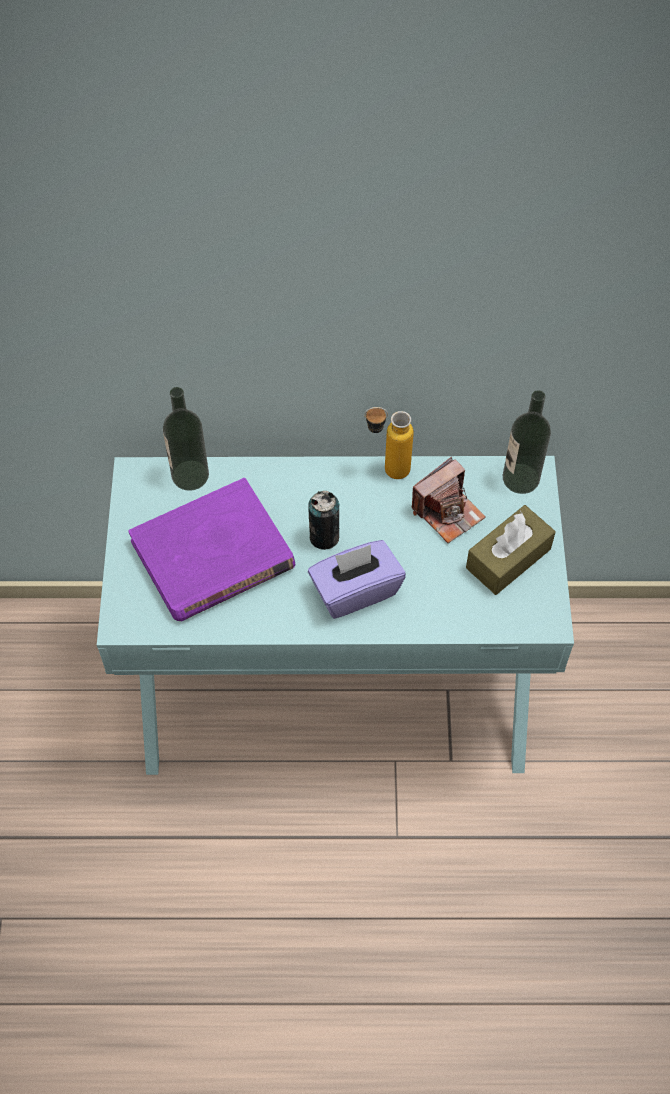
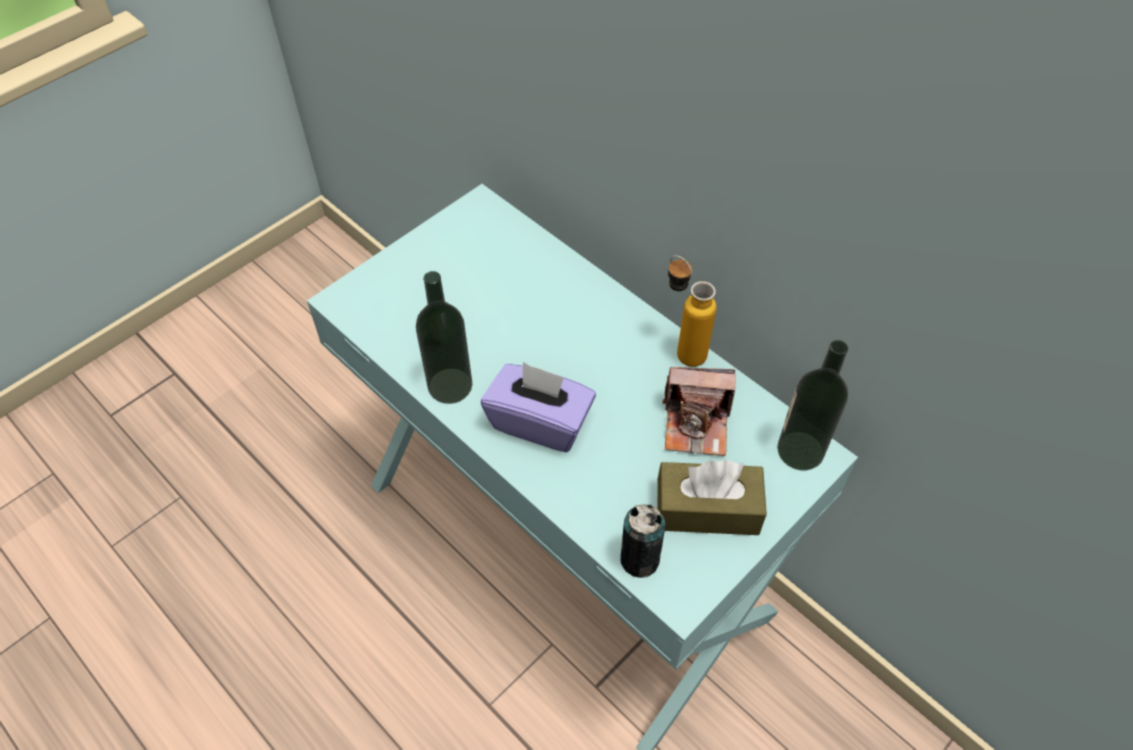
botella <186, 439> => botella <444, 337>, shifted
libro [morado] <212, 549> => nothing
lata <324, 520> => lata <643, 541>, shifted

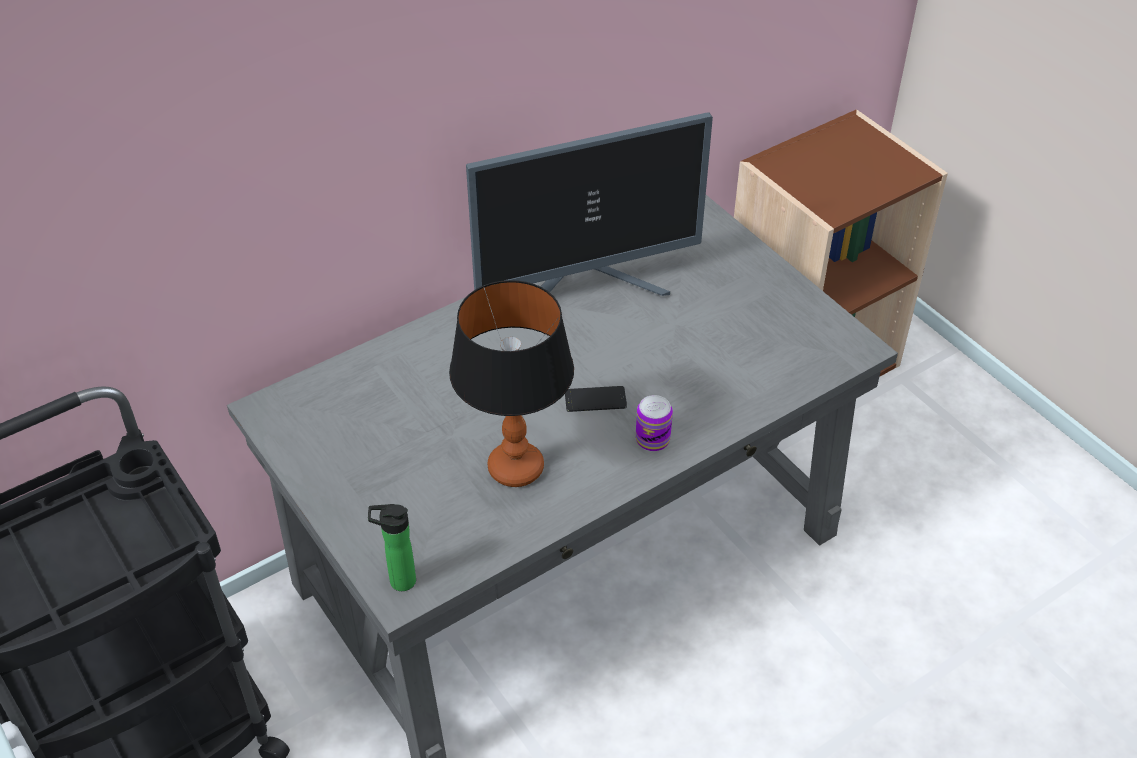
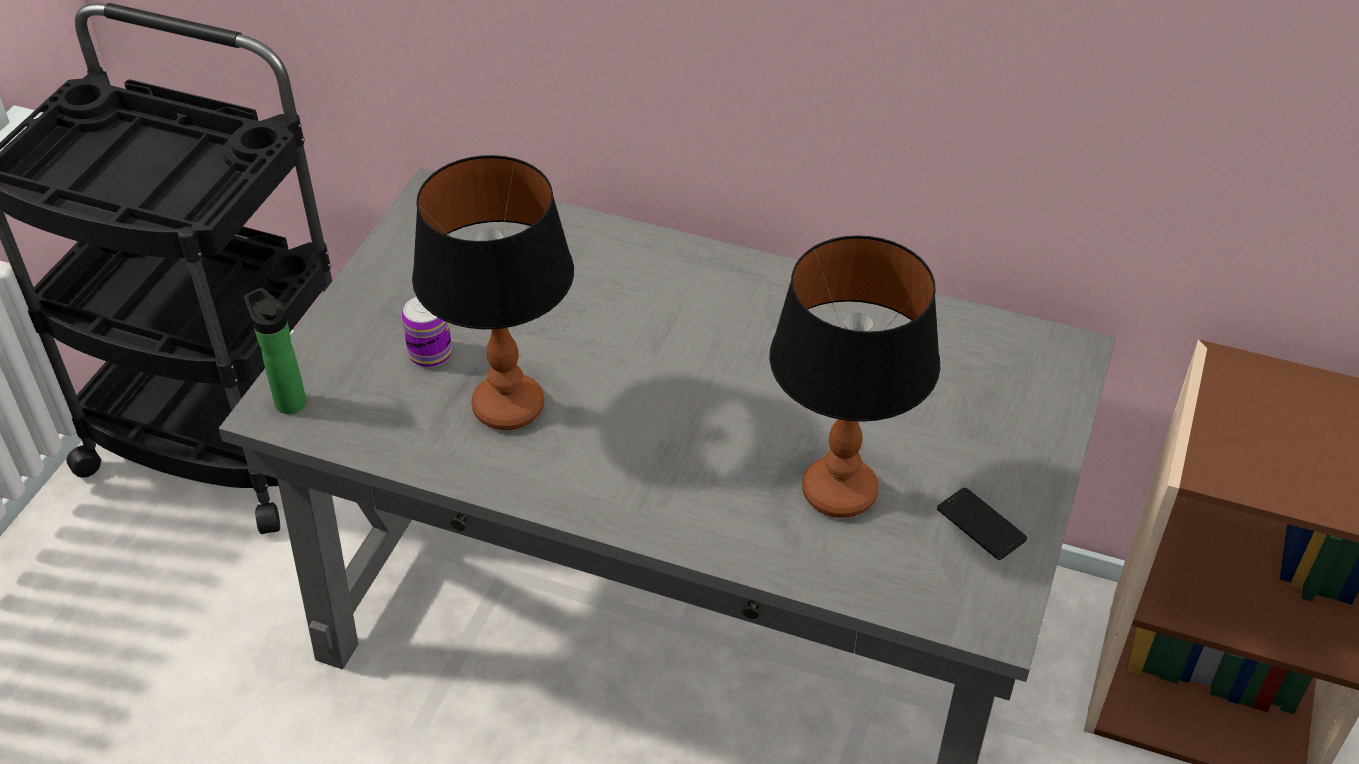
monitor <589, 204> => nothing
móvil <596, 399> => móvil <982, 524>, shifted
lata <654, 423> => lata <426, 331>, shifted
nothing => lámpara de mesa <854, 376>

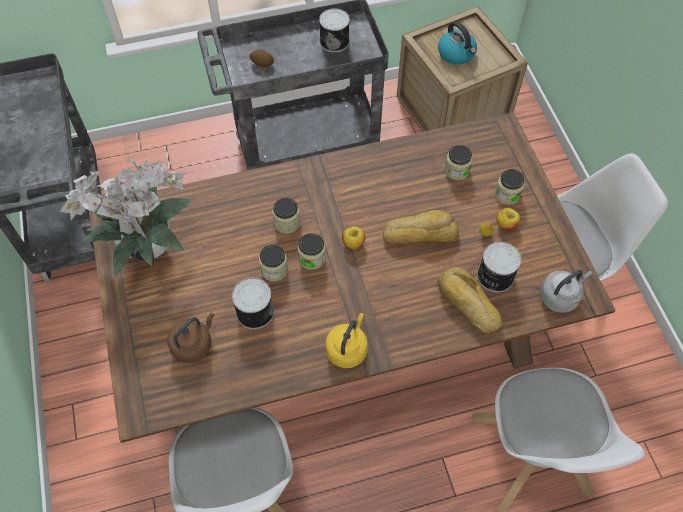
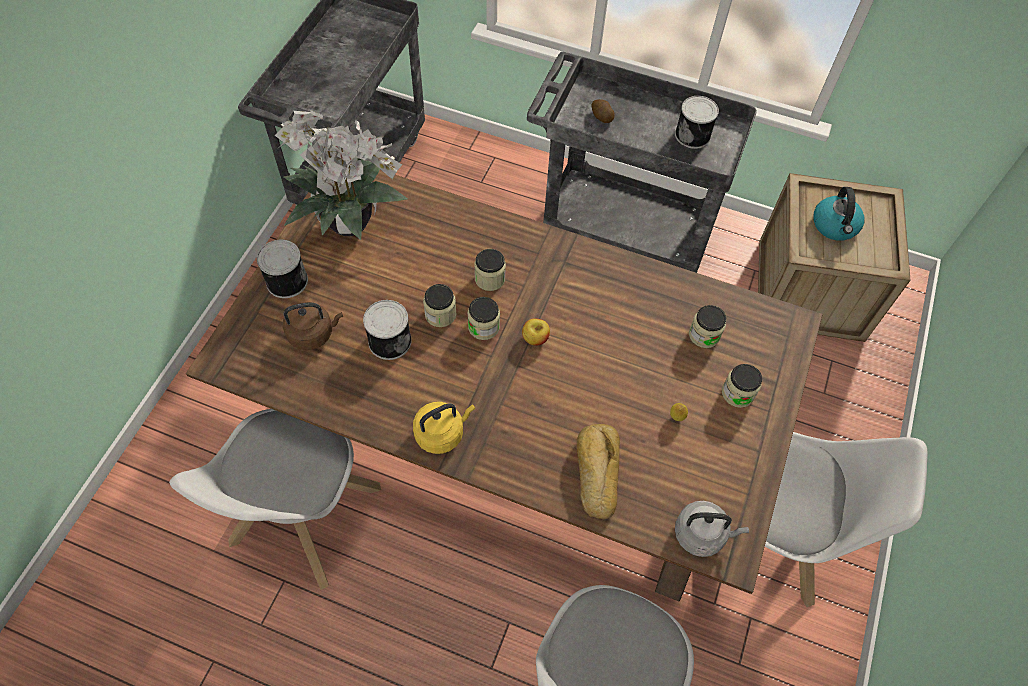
manzana <508, 219> => nothing
pan <421, 227> => nothing
lata <499, 267> => lata <282, 269>, shifted

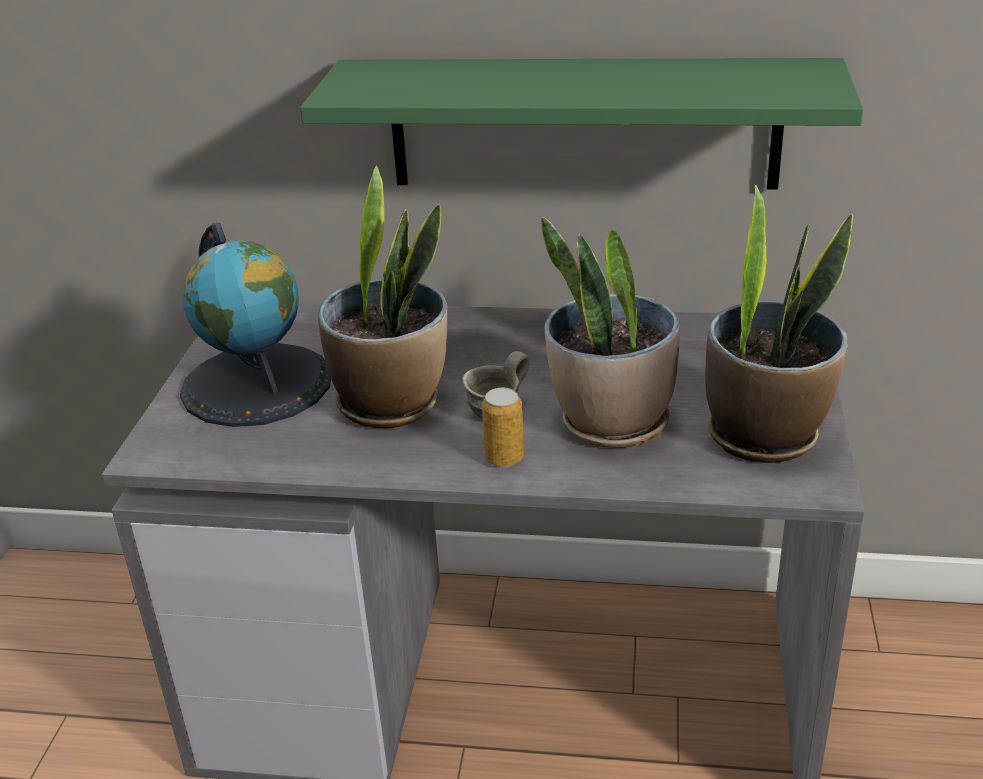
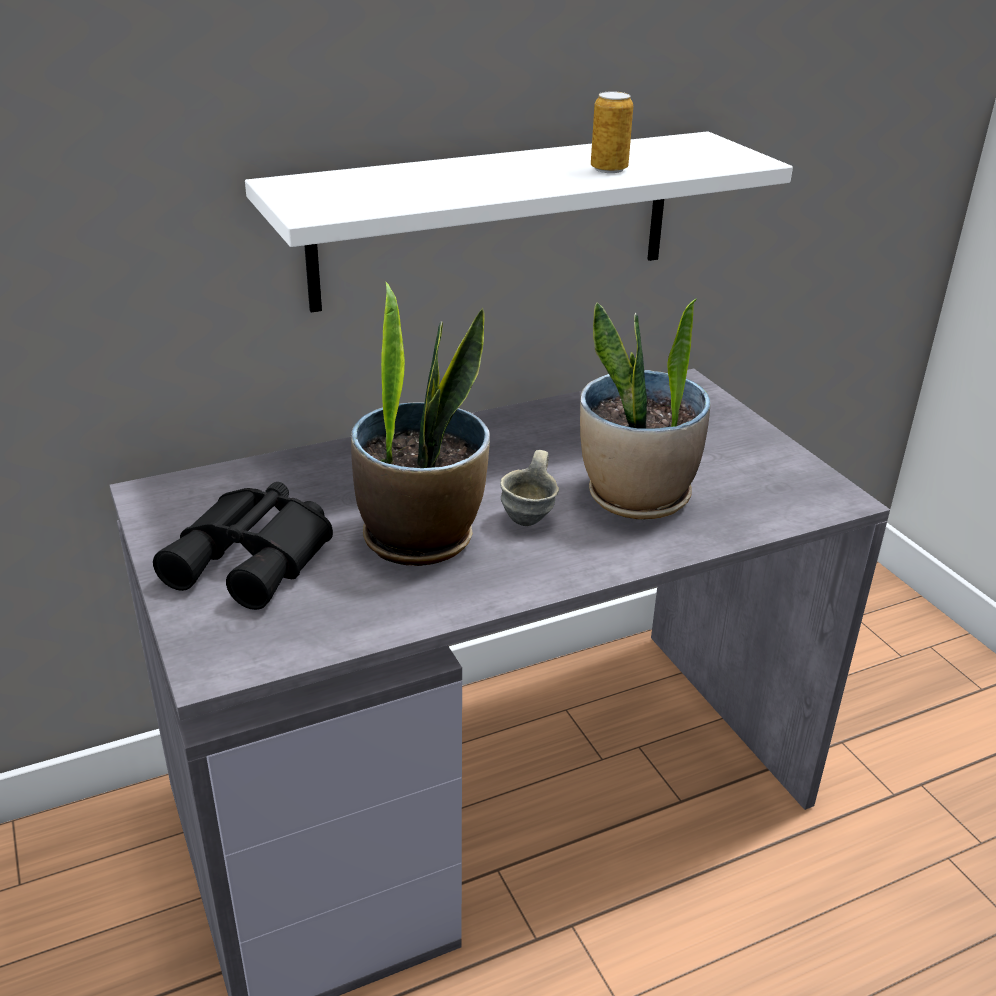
estante [verde] <581, 124> => estante [blanco] <519, 222>
planta en maceta <779, 323> => nothing
globo terráqueo <255, 325> => prismáticos [negro] <243, 546>
lata <503, 427> => lata <612, 132>, shifted

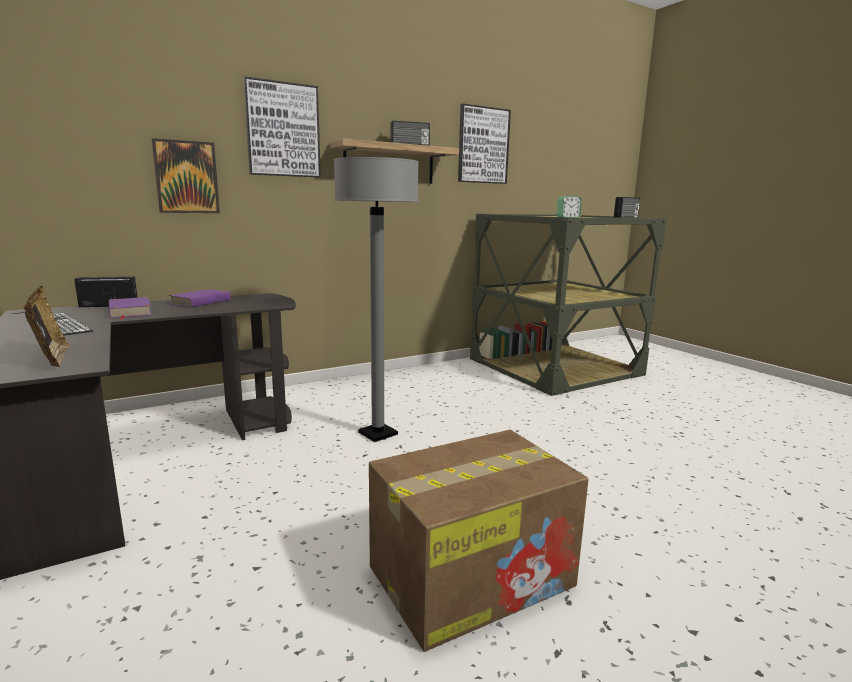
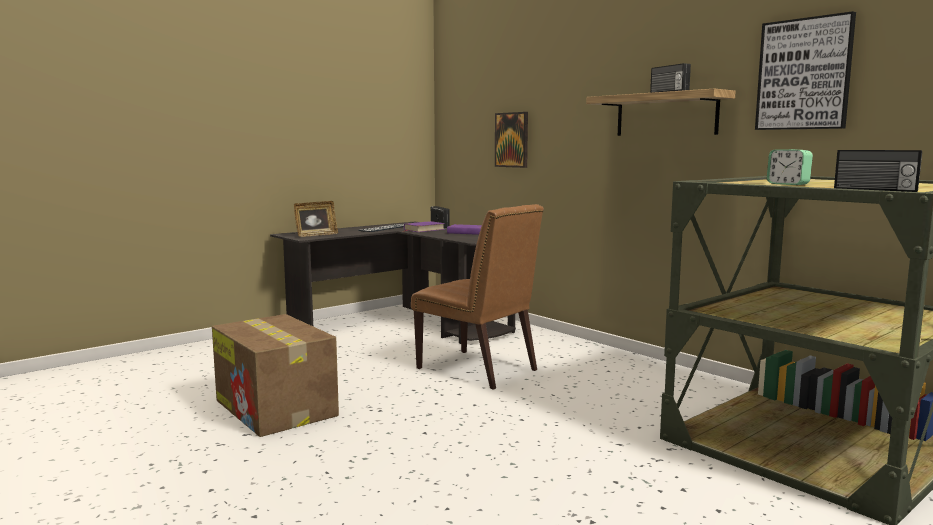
cuadro <282, 127> => nothing
lámpara de pie [gris] <376, 299> => silla [marrón] <477, 297>

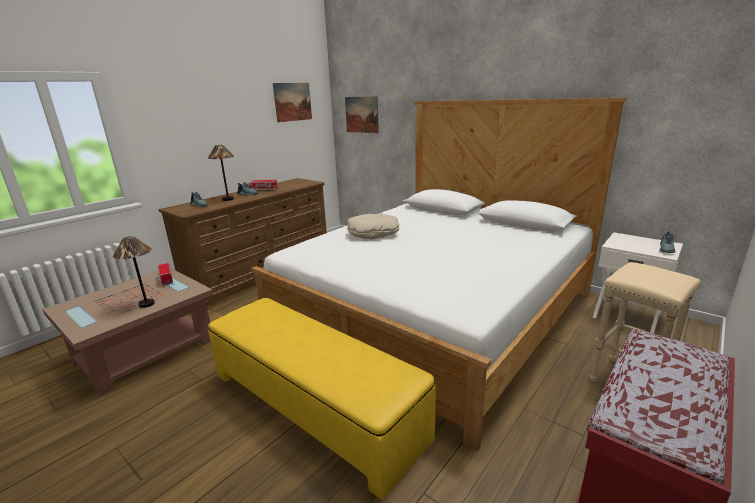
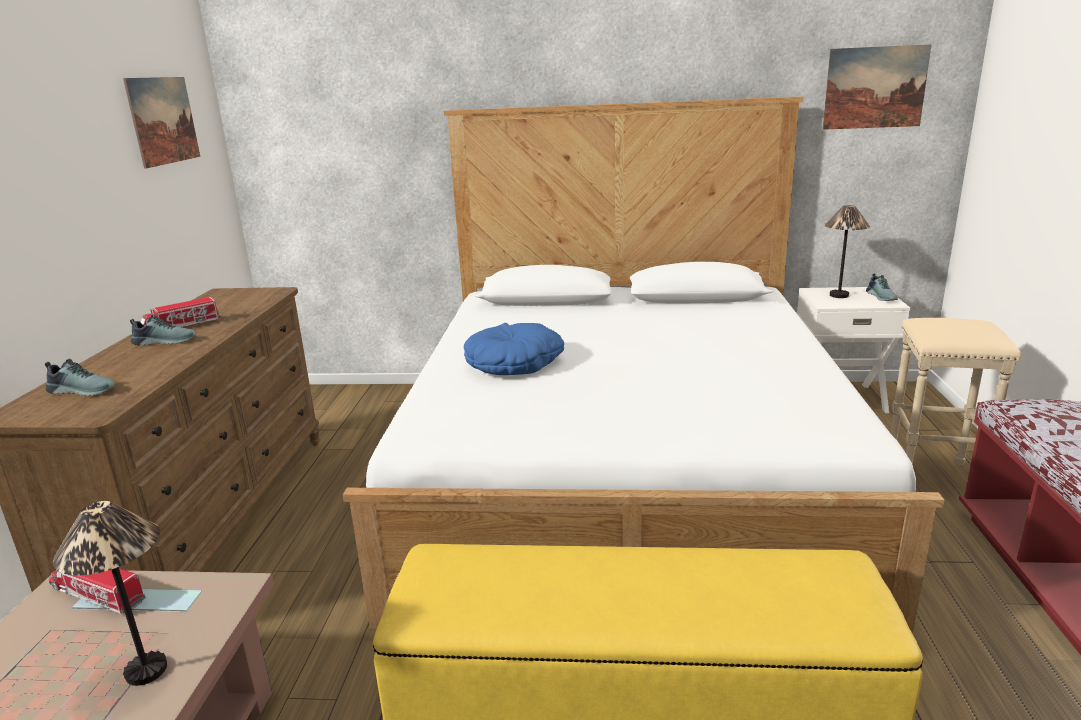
cuadro <362, 114> => cuadro <877, 87>, shifted
lámpara de mesa <221, 173> => lámpara de mesa <847, 251>, shifted
cojín [beis] <373, 226> => cojín [azul] <514, 349>

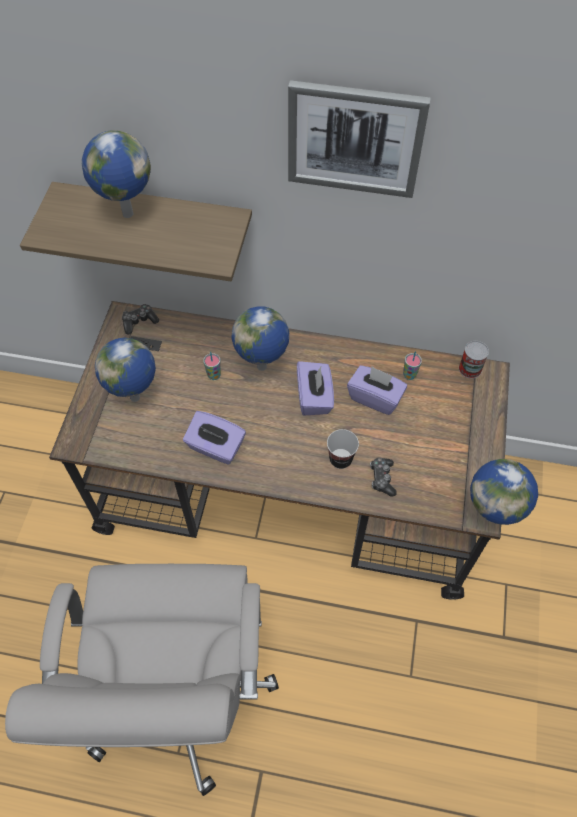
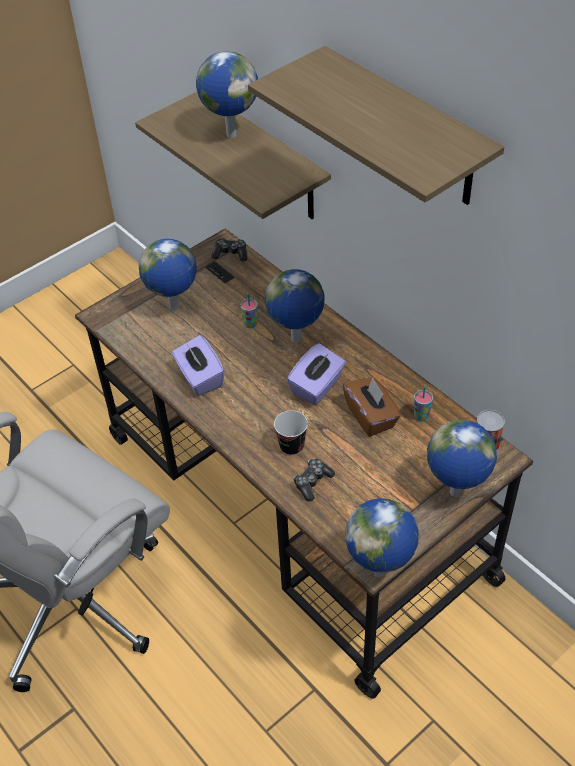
cuadro <359, 139> => estante <376, 125>
caja de pañuelos [morado] <377, 390> => caja de pañuelos [marrón] <372, 407>
nothing => globo terráqueo <462, 458>

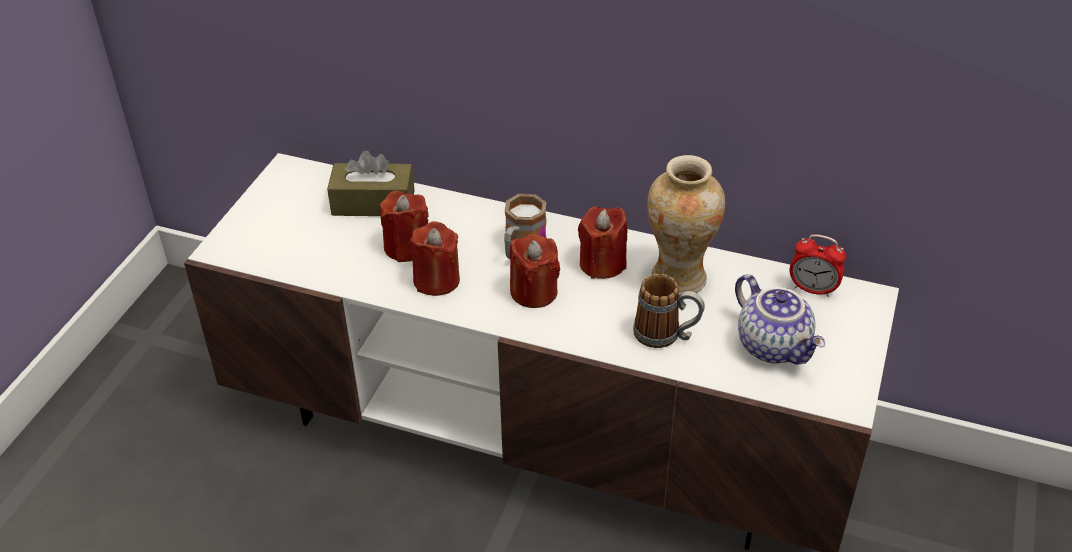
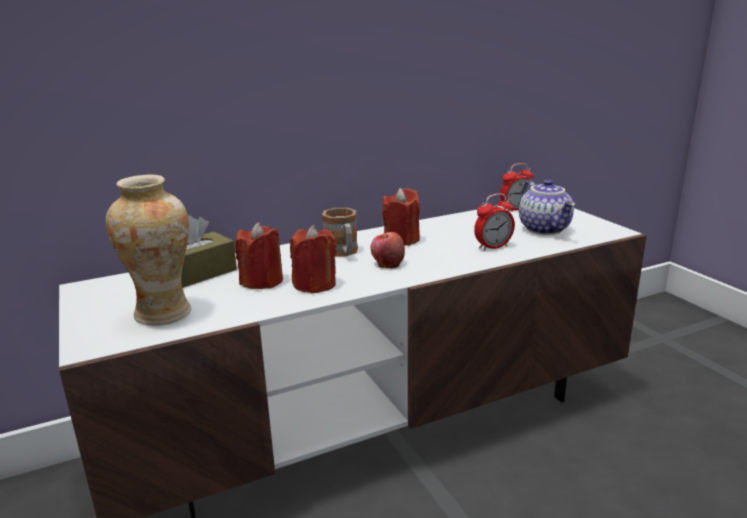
florero <686, 225> => florero <148, 250>, shifted
vela [rojo] <535, 270> => manzana <387, 250>
taza grande <669, 311> => despertador <494, 222>
tetera <780, 319> => tetera <547, 207>, 60 degrees clockwise

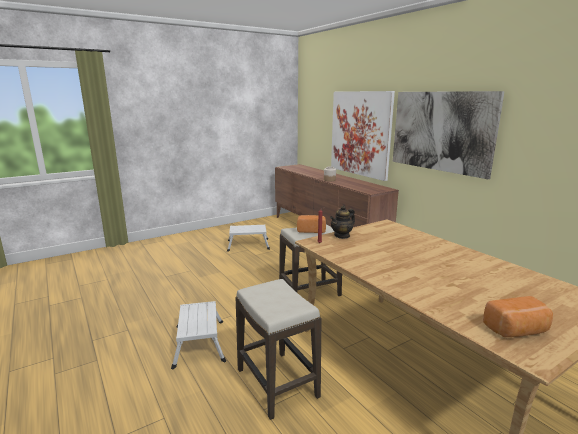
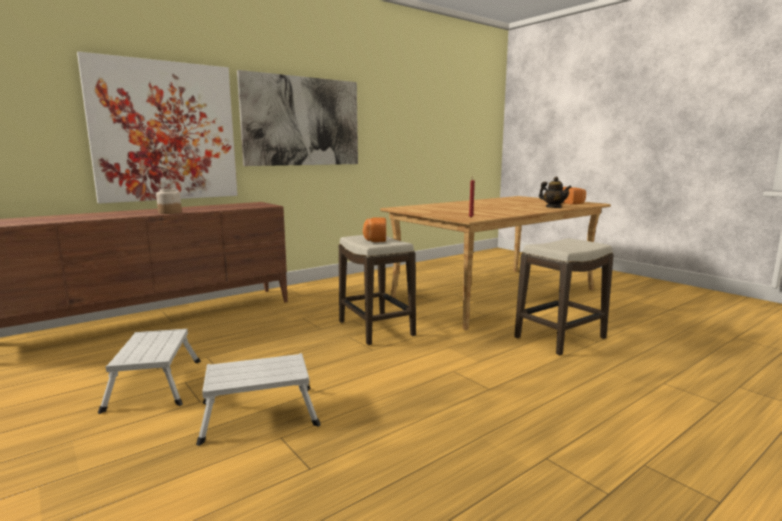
tetera <342, 222> => tetera <555, 192>, shifted
escalera de tijera [blanco] <198, 335> => escalera de tijera [blanco] <258, 399>, shifted

